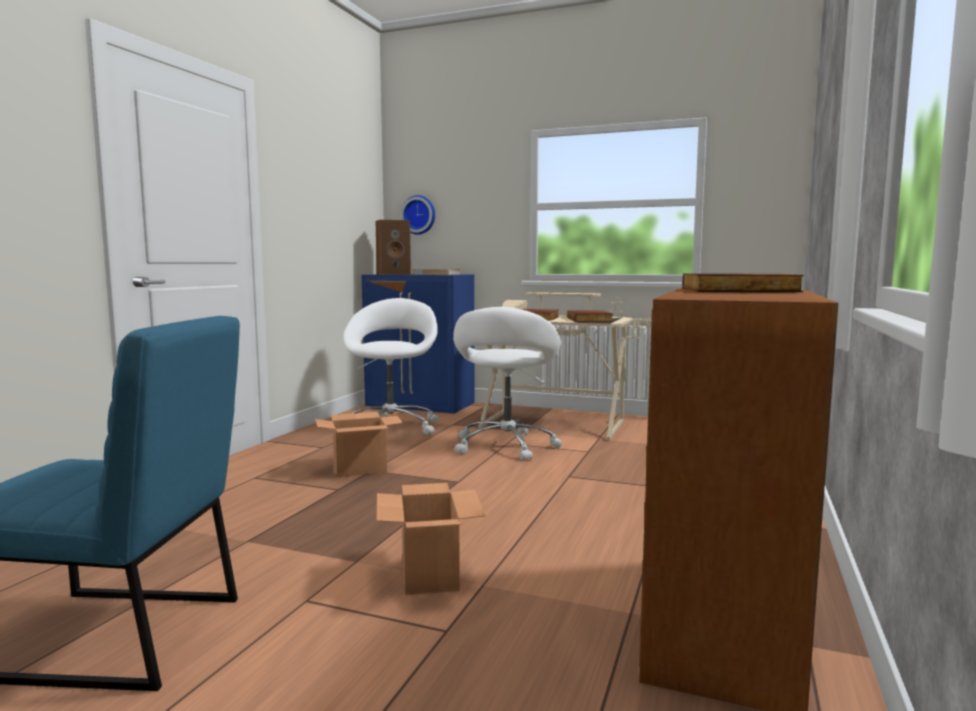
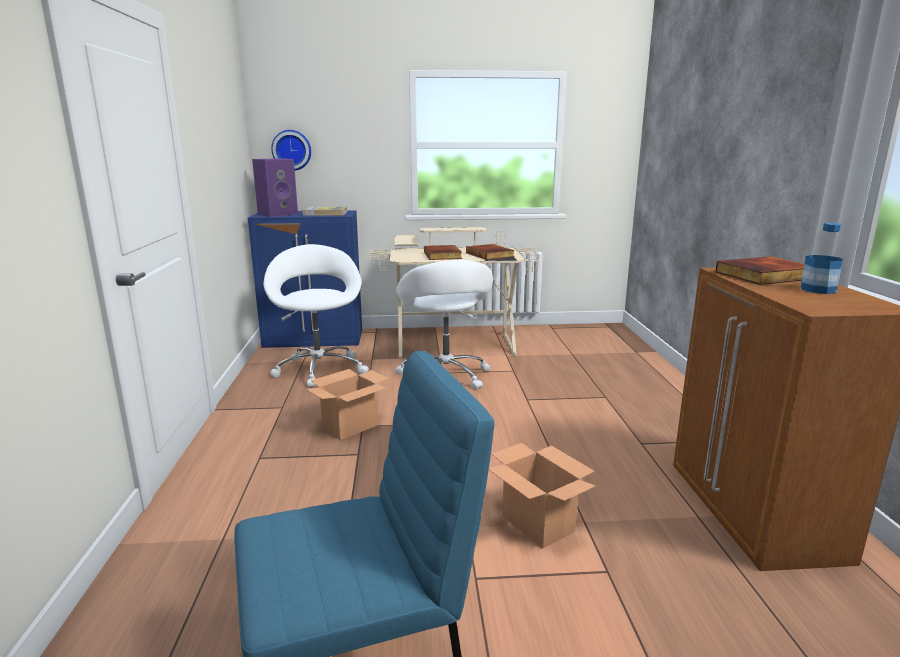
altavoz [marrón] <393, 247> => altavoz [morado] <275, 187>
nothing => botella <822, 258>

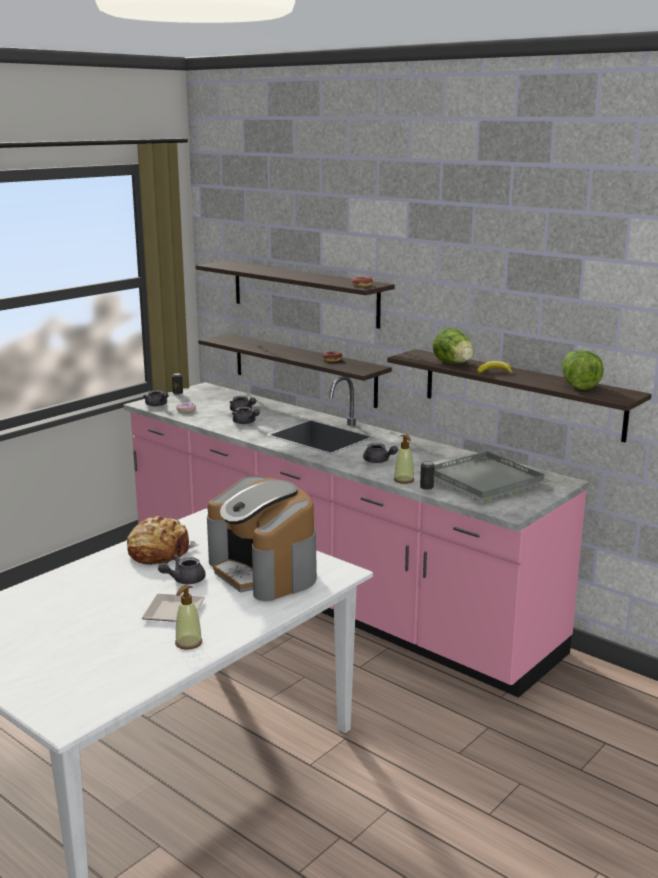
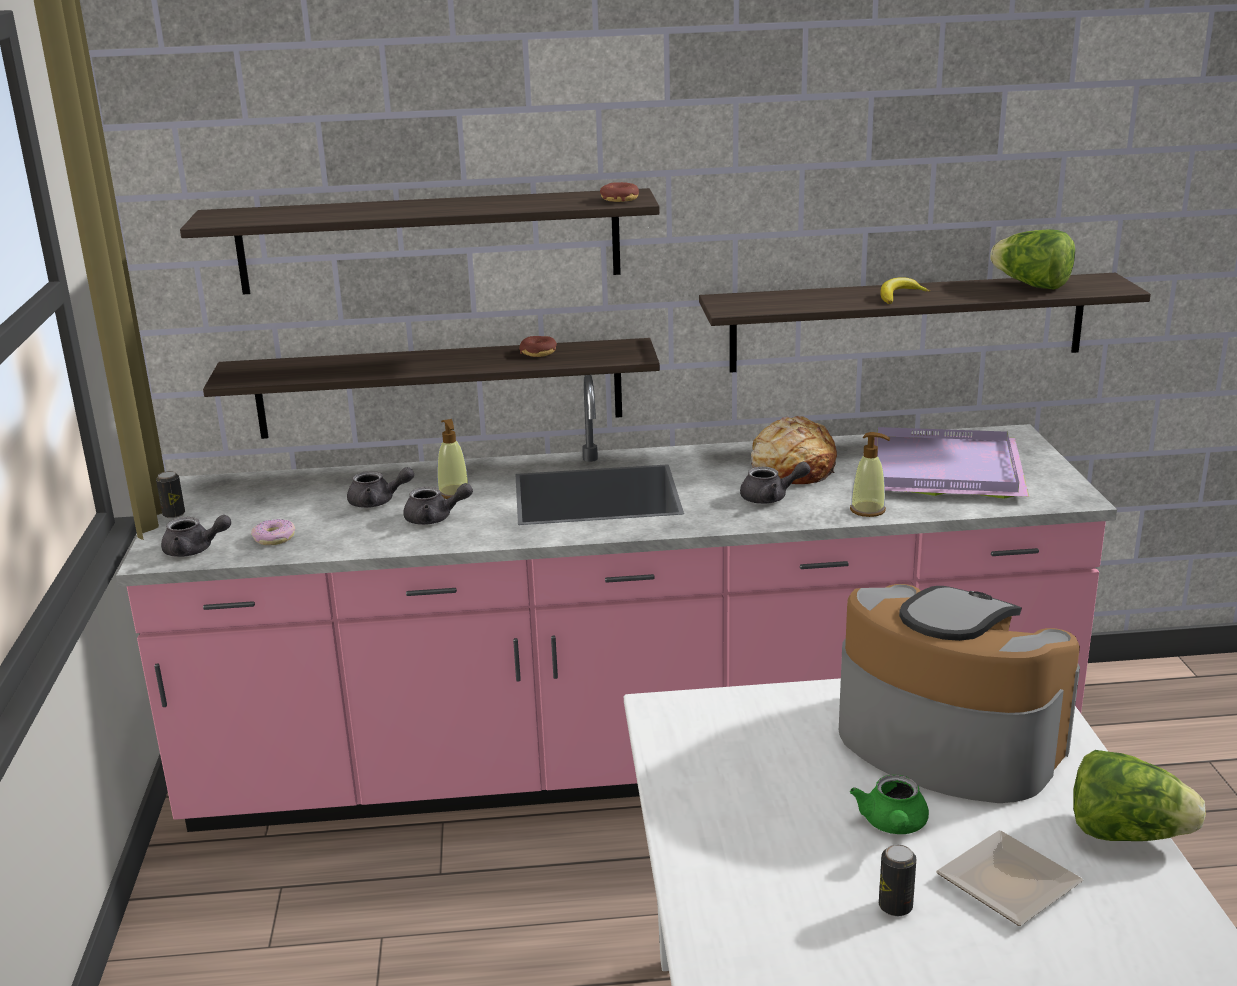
lechuga <453, 346> => lechuga <1139, 795>, shifted
bandeja [gris] <485, 476> => bandeja [morado] <951, 463>
lata <427, 475> => lata <897, 880>, shifted
cafetera <262, 538> => cafetera <959, 693>, 150 degrees counterclockwise
pan <163, 540> => pan <794, 450>, shifted
tetera [gris] <182, 569> => tetera [verde] <889, 804>
dispensador de jabón <188, 617> => dispensador de jabón <453, 459>, shifted

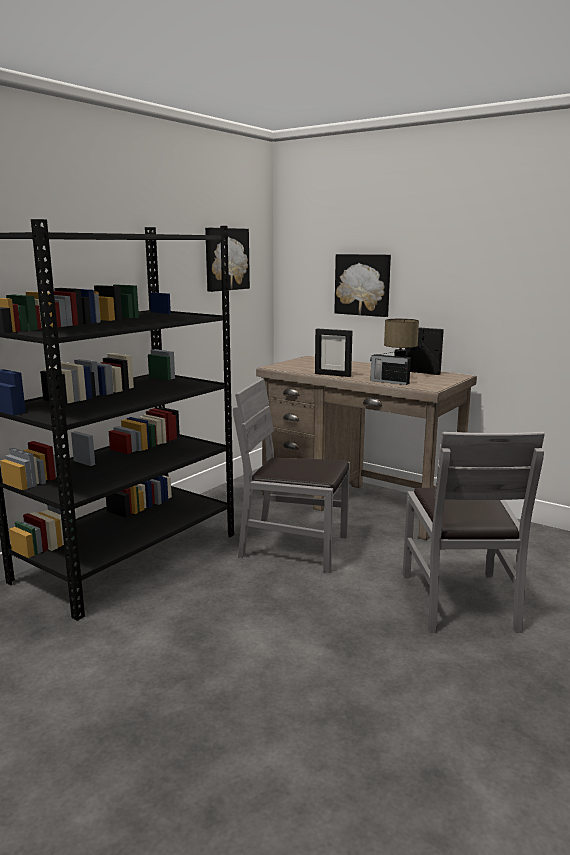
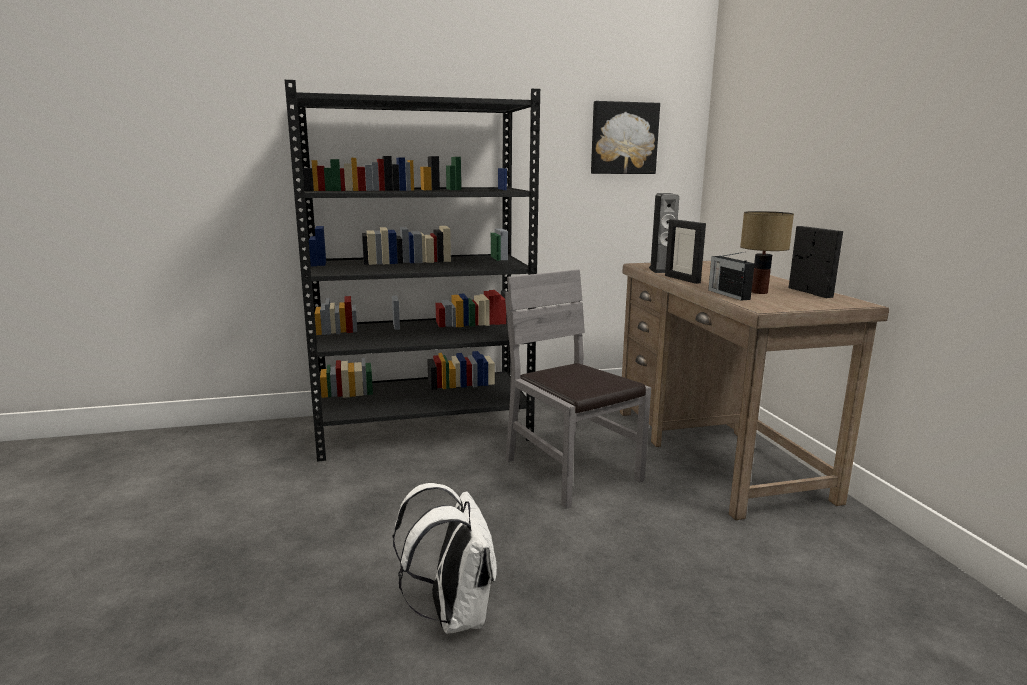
cuadro <362, 285> => nothing
silla [gris] <474, 532> => nothing
nothing => altavoz <664, 233>
nothing => mochila [blanco] <445, 558>

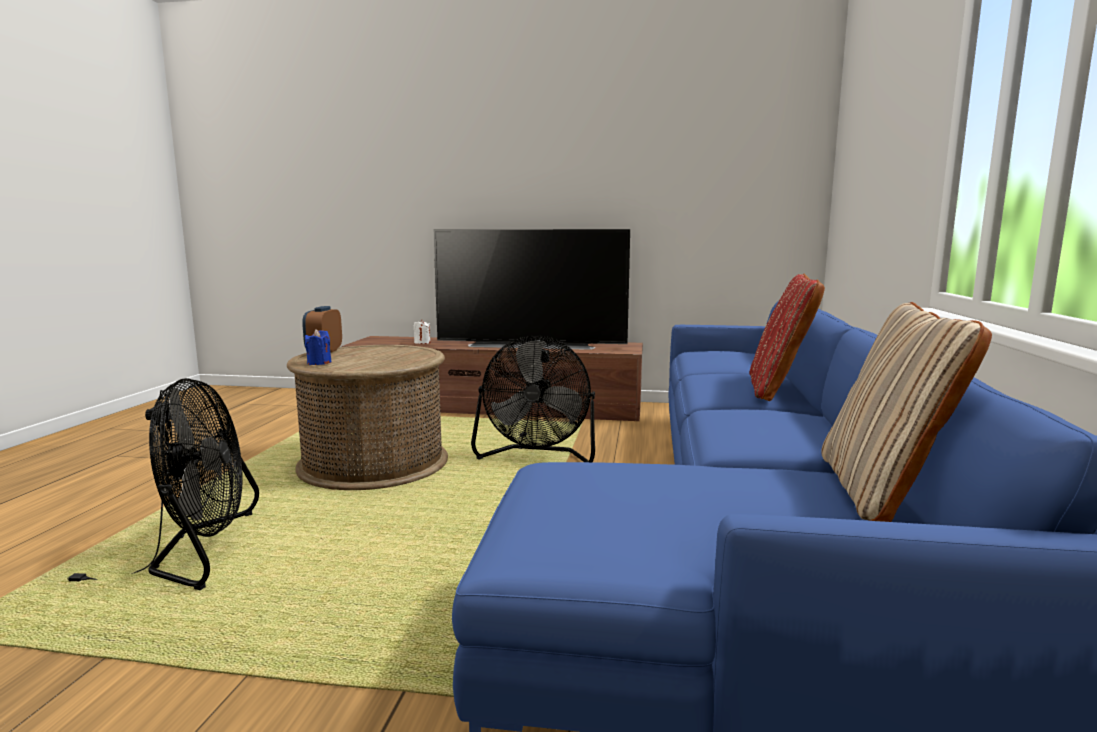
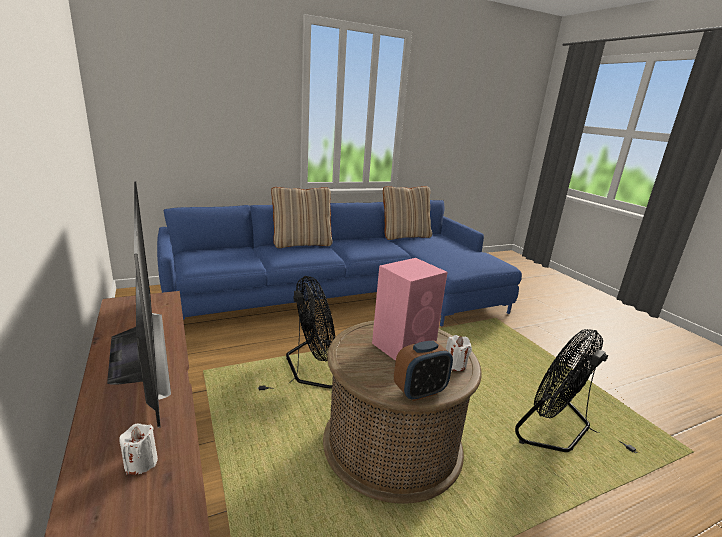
cojín [rojo] <787, 337> => cojín [beis] <302, 217>
vela [azul] <318, 347> => vela [blanco] <459, 353>
nothing => altavoz [rosa] <410, 309>

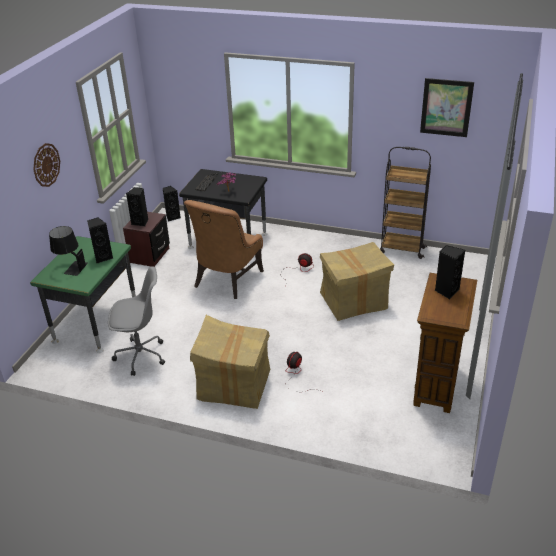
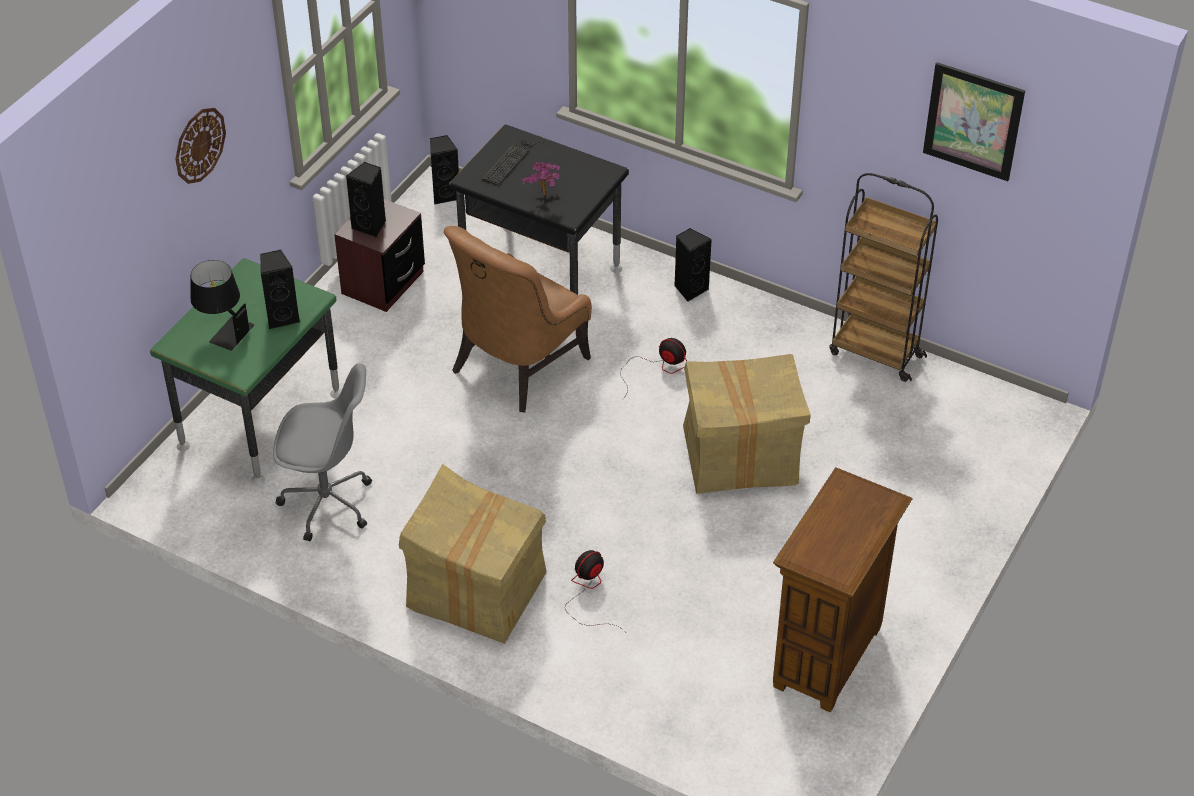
altavoz [negro] <450, 272> => altavoz [negro] <693, 265>, shifted

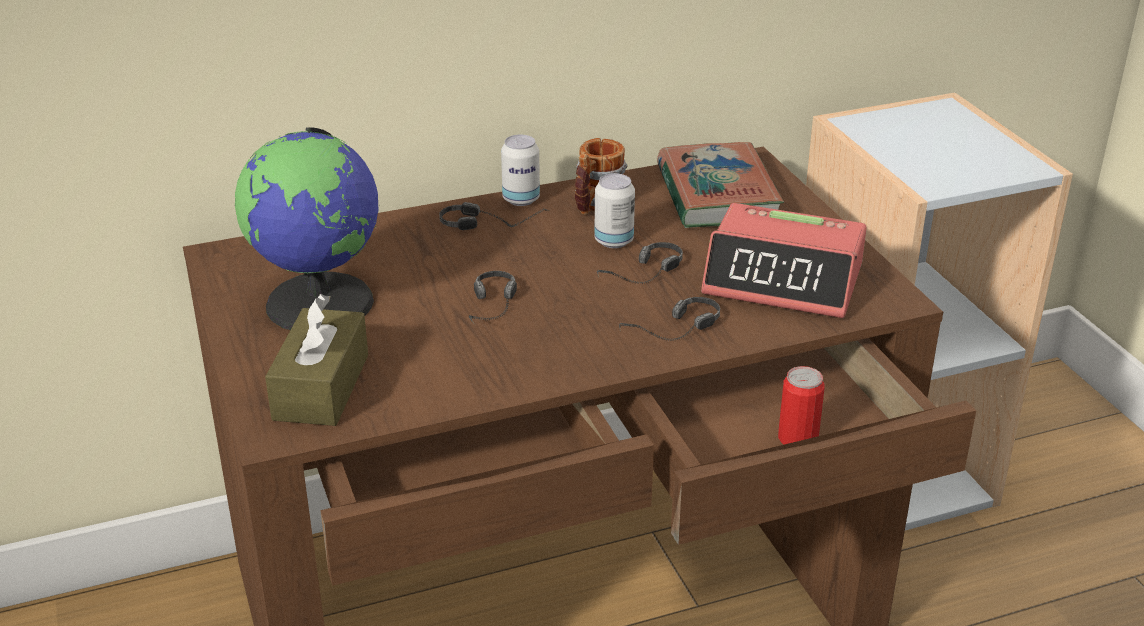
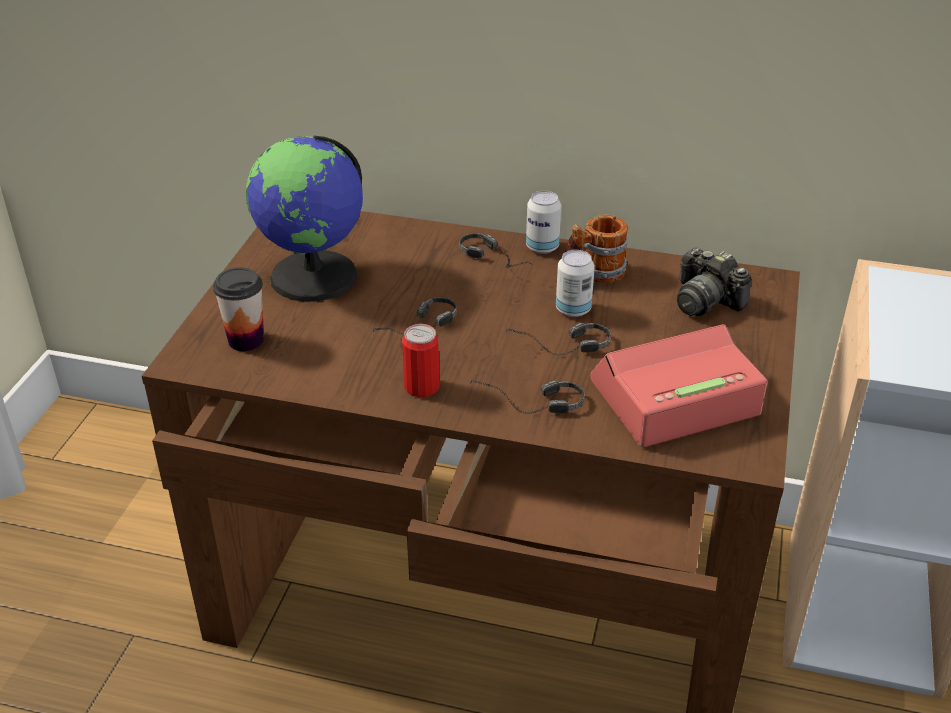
libro <720, 185> => cámara <714, 281>
despertador <784, 260> => despertador <678, 385>, 105 degrees clockwise
caja de pañuelos [marrón] <316, 360> => taza <238, 309>
lata <801, 405> => lata <421, 360>, shifted

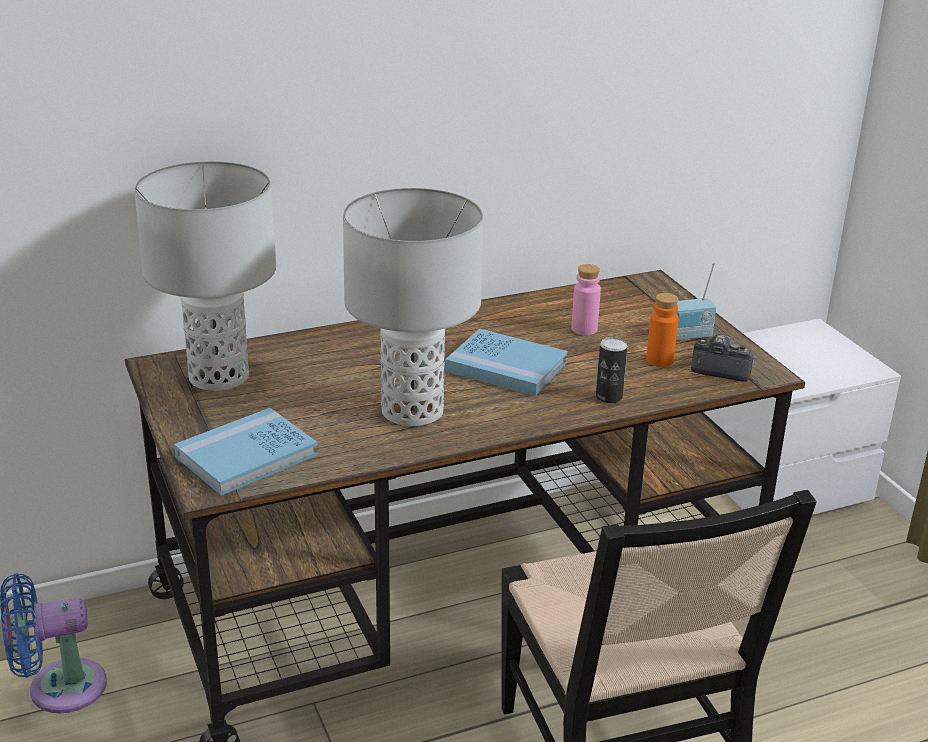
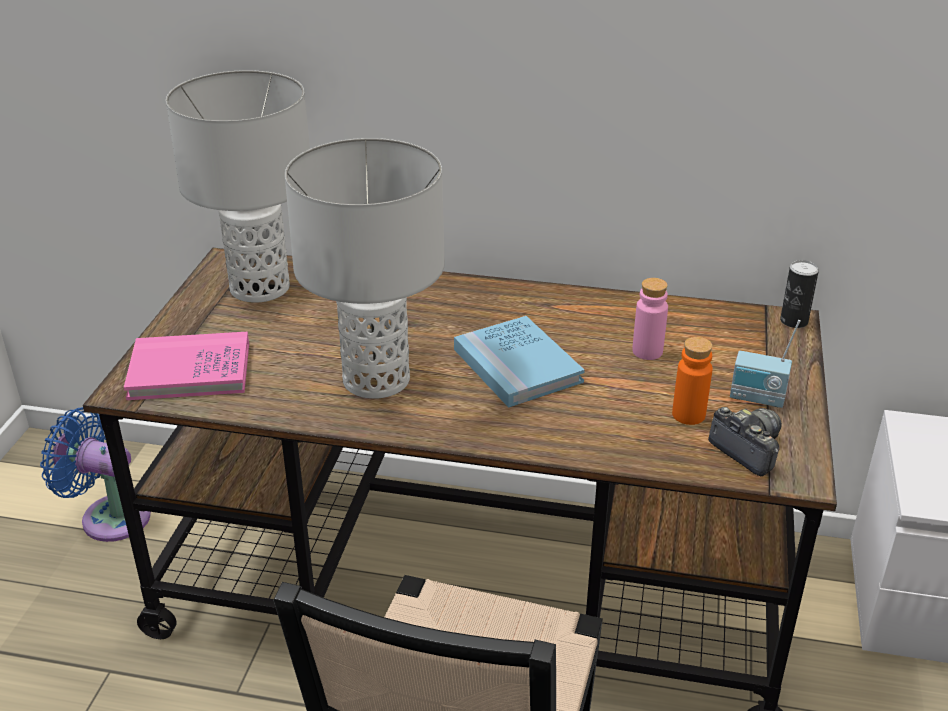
lata <611, 370> => lata <799, 294>, shifted
libro [azul] <246, 451> => libro [rosa] <186, 365>

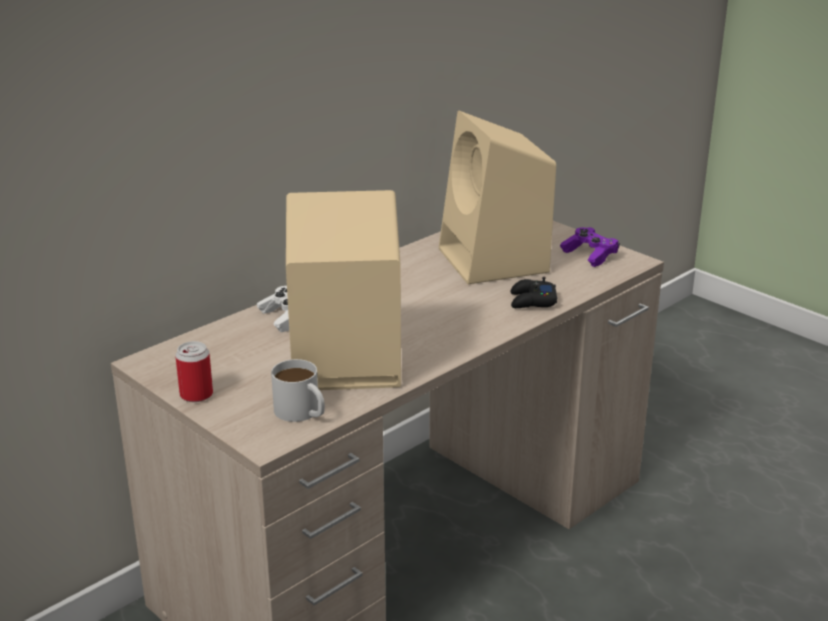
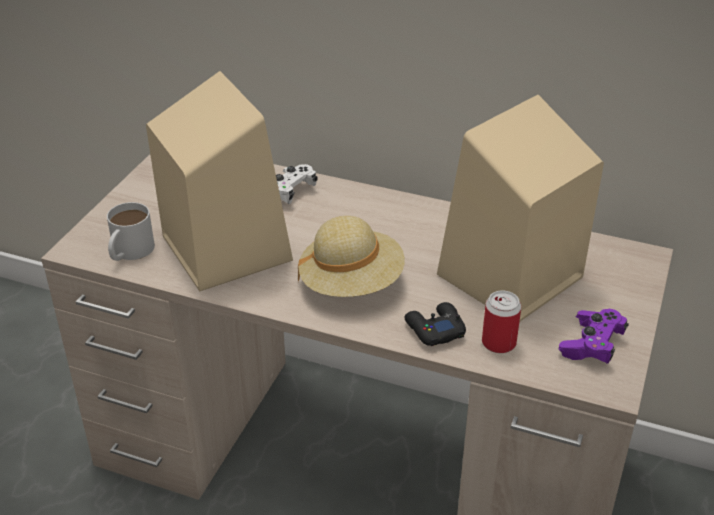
lata <194, 371> => lata <501, 321>, shifted
nothing => sombrero [beis] <351, 256>

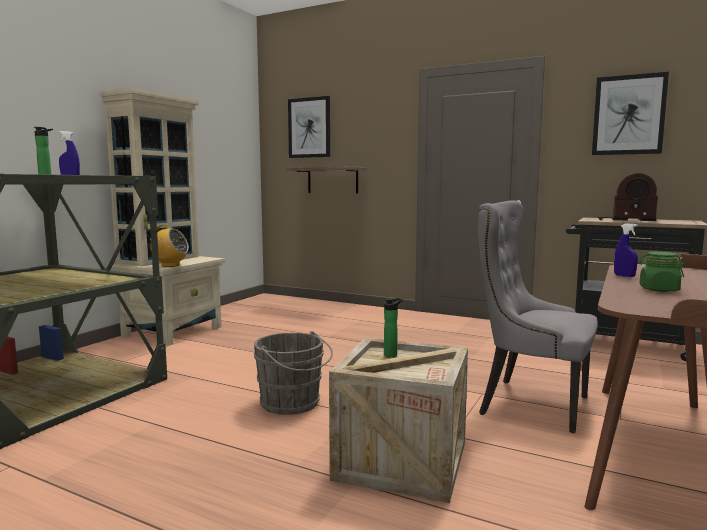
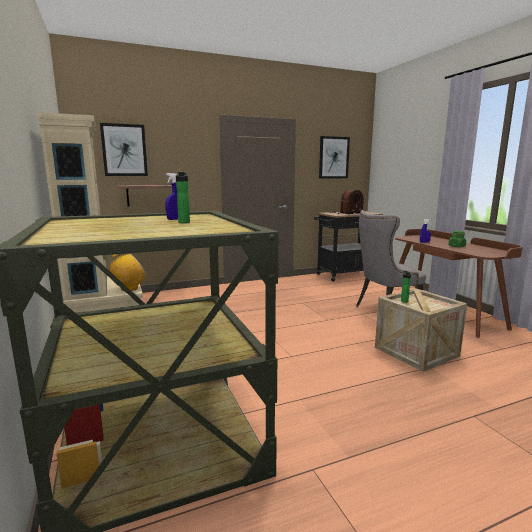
cubo [gris] <293, 373> => nothing

